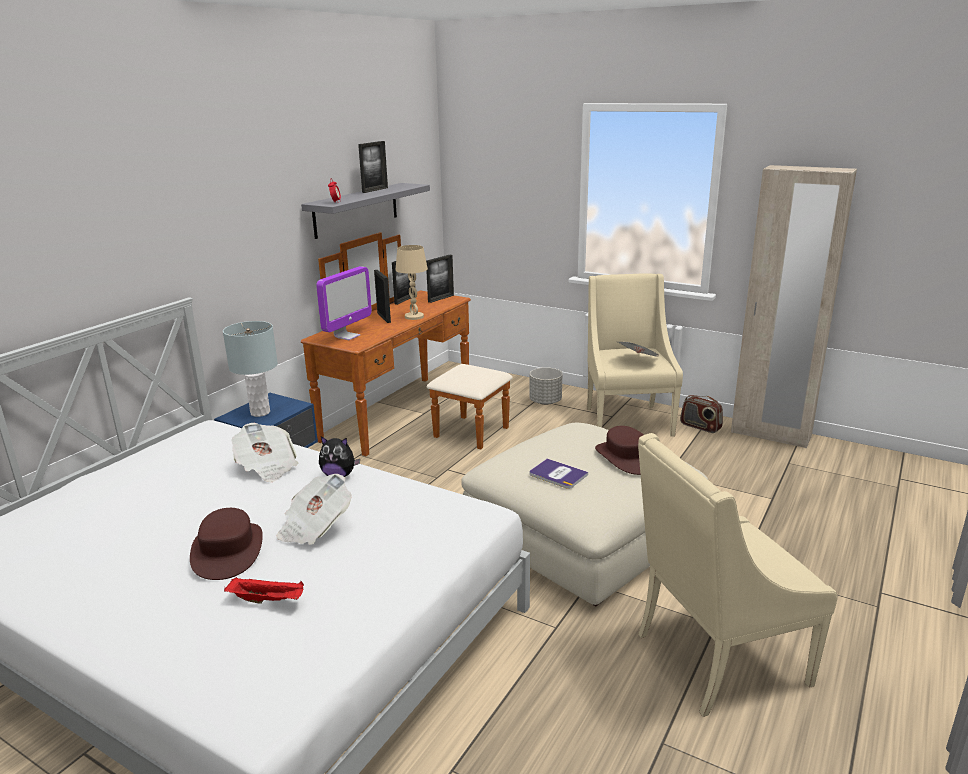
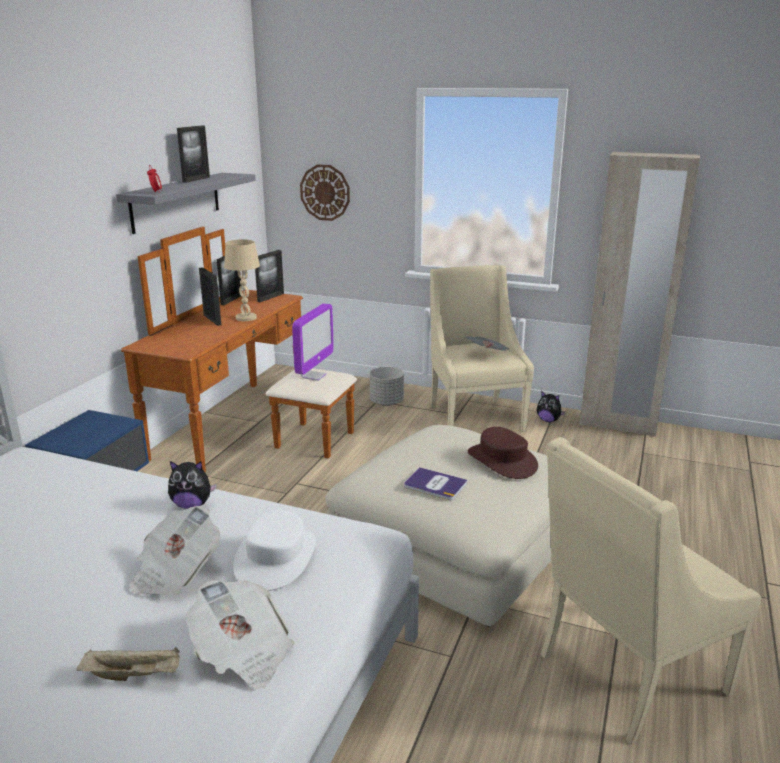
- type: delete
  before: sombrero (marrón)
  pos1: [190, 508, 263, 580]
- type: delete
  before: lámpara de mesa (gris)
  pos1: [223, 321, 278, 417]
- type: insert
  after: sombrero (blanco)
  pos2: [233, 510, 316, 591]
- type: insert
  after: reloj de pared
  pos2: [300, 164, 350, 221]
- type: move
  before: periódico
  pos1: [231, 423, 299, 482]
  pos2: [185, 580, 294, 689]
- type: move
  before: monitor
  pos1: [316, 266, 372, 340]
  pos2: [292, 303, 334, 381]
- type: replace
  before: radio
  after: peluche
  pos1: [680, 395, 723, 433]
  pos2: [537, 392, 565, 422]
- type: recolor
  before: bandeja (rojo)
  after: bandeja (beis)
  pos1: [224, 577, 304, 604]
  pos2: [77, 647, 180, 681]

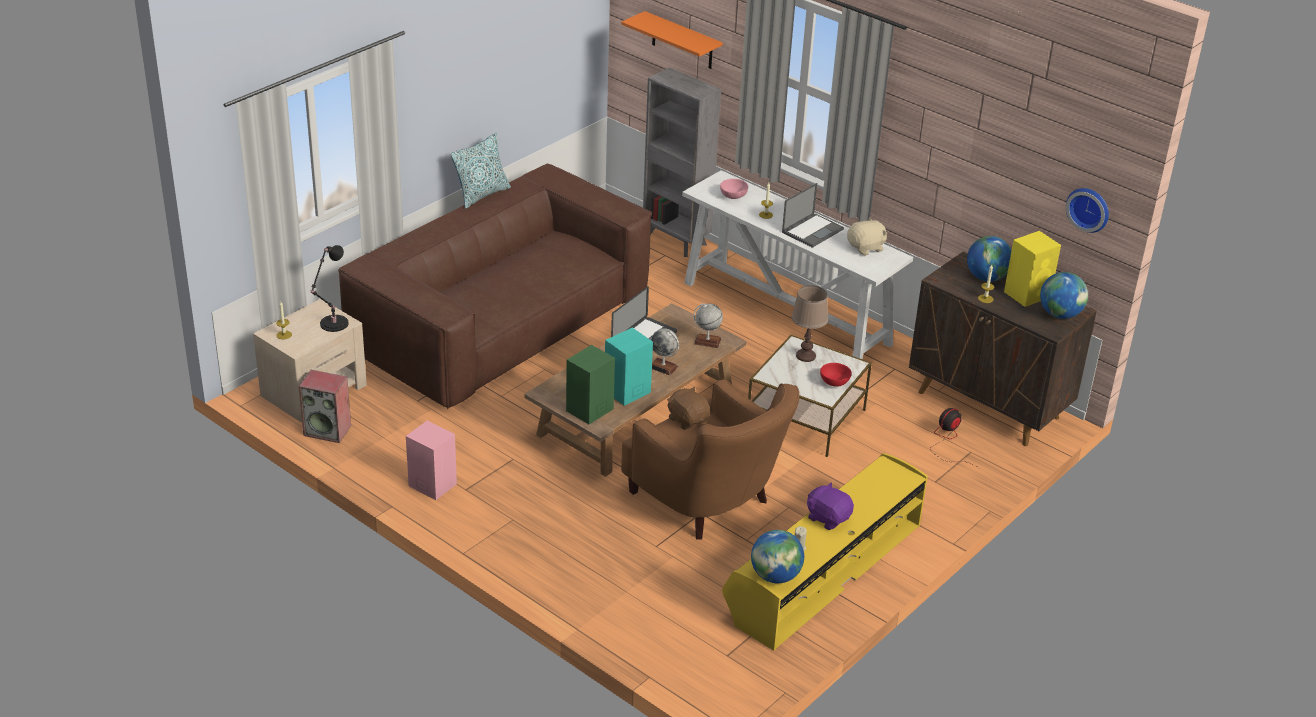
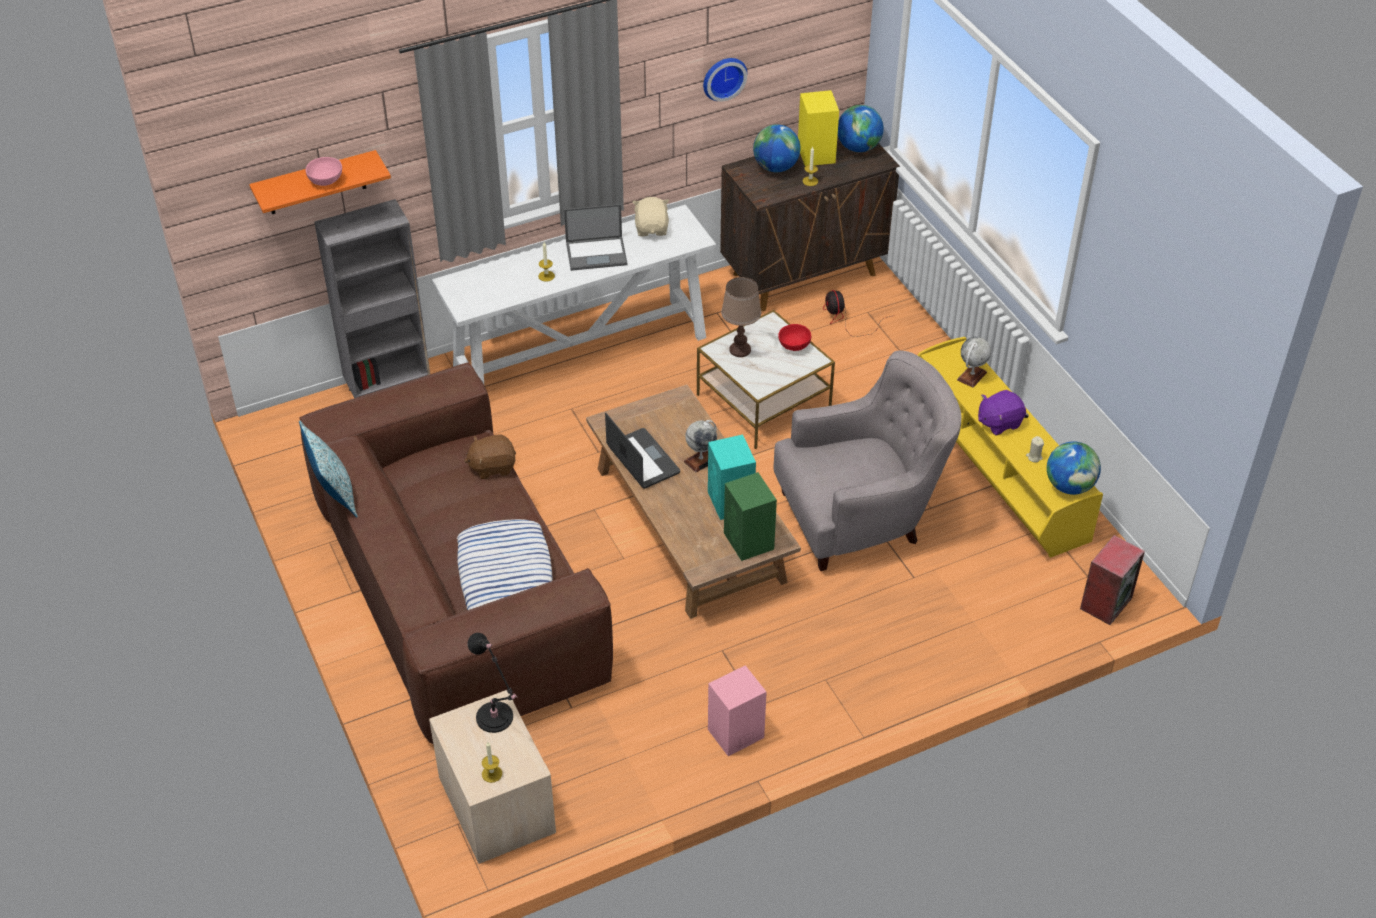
- type: insert
  after: cojín
  pos2: [457, 519, 553, 610]
- type: move
  before: altavoz
  pos1: [298, 370, 351, 443]
  pos2: [1080, 535, 1145, 625]
- type: move
  before: peluche (marrón)
  pos1: [667, 387, 710, 430]
  pos2: [464, 434, 516, 479]
- type: move
  before: globo terráqueo
  pos1: [694, 303, 723, 348]
  pos2: [957, 337, 991, 388]
- type: move
  before: cuenco (rosa)
  pos1: [720, 179, 748, 199]
  pos2: [306, 157, 342, 186]
- type: move
  before: reloj de pared
  pos1: [1066, 188, 1109, 233]
  pos2: [703, 58, 747, 102]
- type: recolor
  before: sillón (marrón)
  after: sillón (gris)
  pos1: [621, 379, 799, 540]
  pos2: [773, 351, 961, 571]
- type: rotate
  before: portátil
  pos1: [782, 183, 844, 248]
  pos2: [564, 204, 628, 271]
  turn: 105

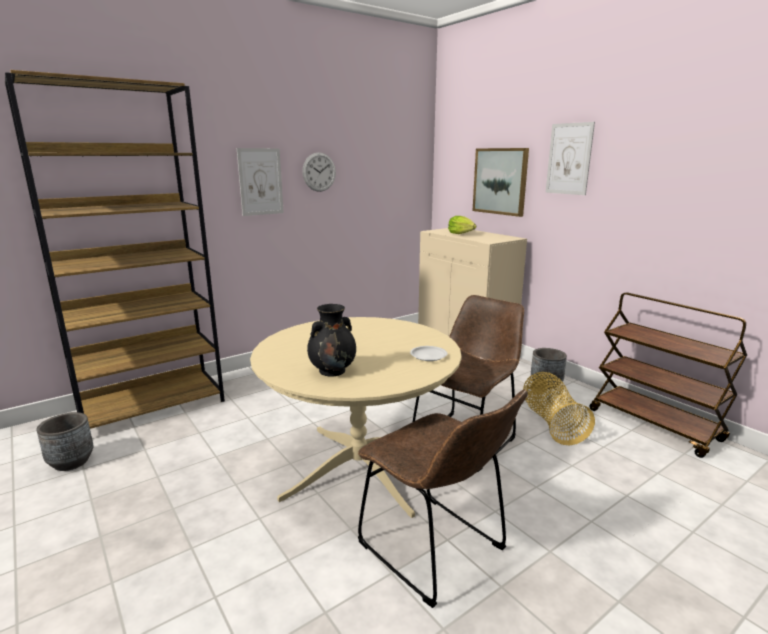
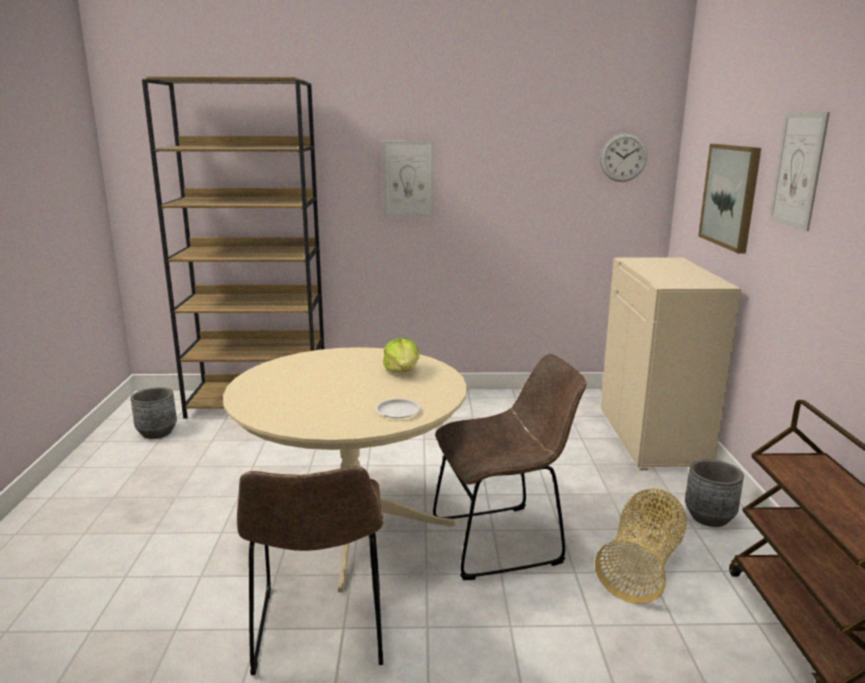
- type: delete
  before: florero (negro)
  pos1: [307, 304, 356, 376]
- type: move
  before: reloj de pared
  pos1: [302, 152, 336, 192]
  pos2: [600, 133, 647, 182]
- type: move
  before: lechuga
  pos1: [448, 216, 476, 234]
  pos2: [383, 338, 419, 373]

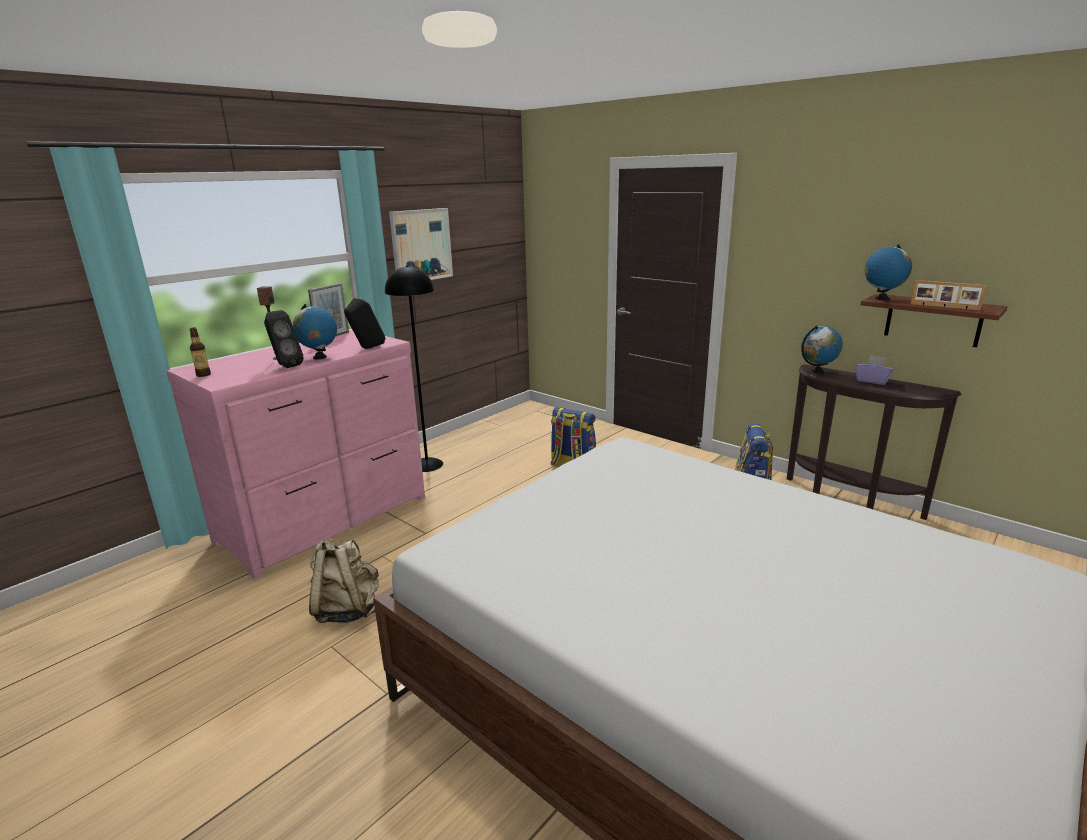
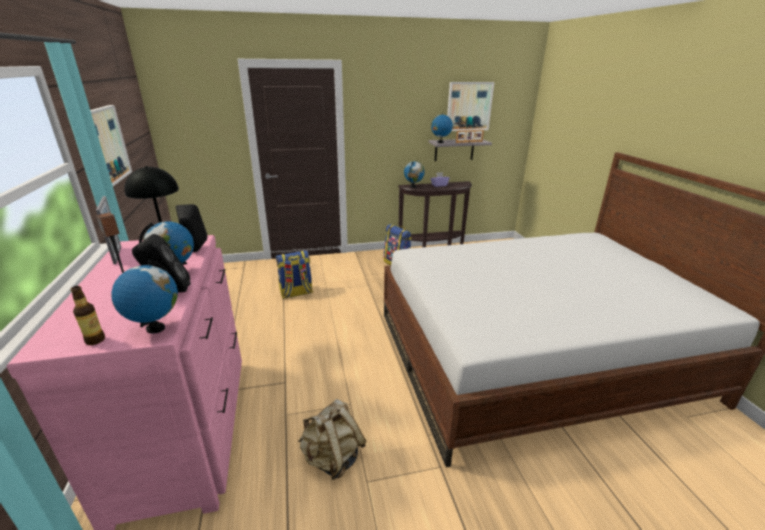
- type: insert
  after: globo terráqueo
  pos2: [112, 260, 178, 333]
- type: insert
  after: cuadro
  pos2: [447, 82, 494, 131]
- type: recolor
  before: estante (marrón)
  after: estante (gris)
  pos1: [861, 294, 1007, 347]
  pos2: [428, 139, 492, 161]

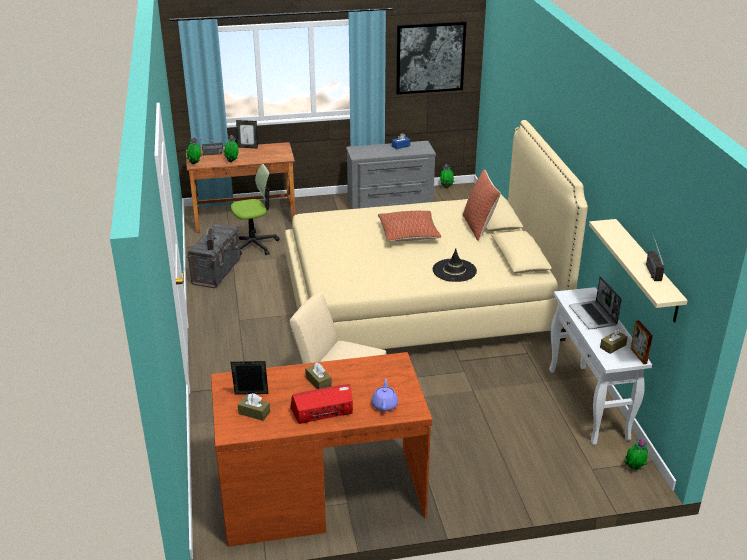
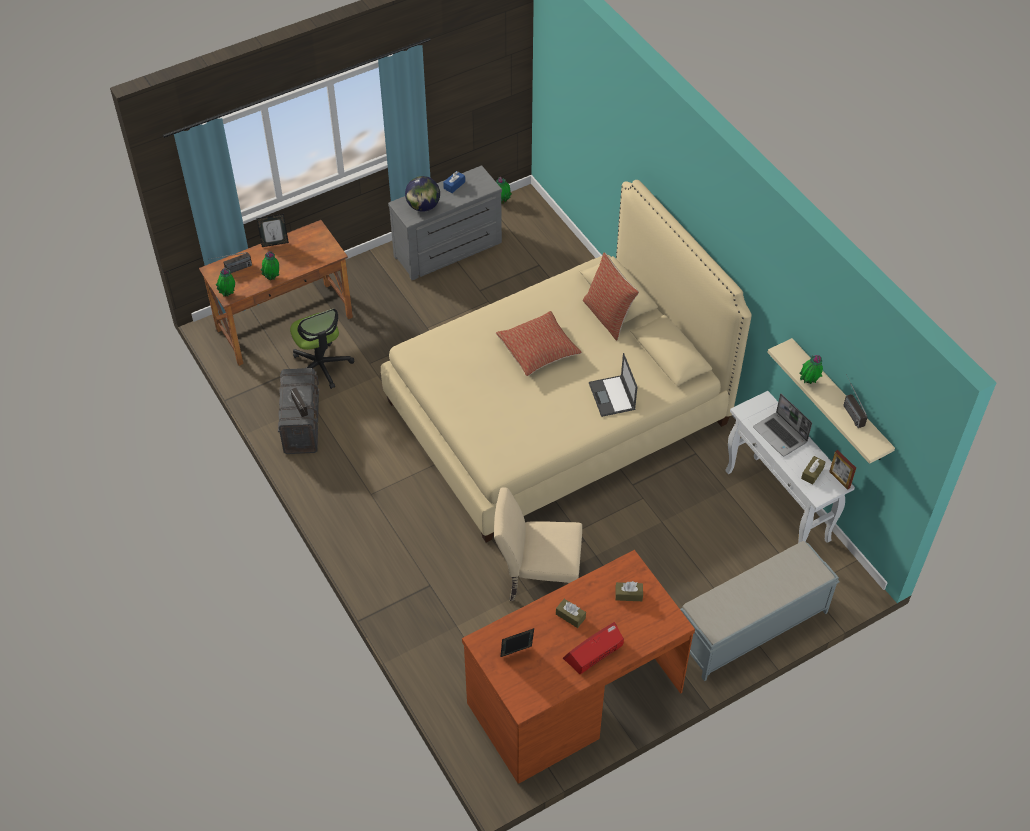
- type: delete
  before: tetera (morado)
  pos1: [372, 379, 398, 411]
- type: delete
  before: cuadro
  pos1: [396, 21, 466, 94]
- type: insert
  after: globo terráqueo
  pos2: [405, 176, 440, 212]
- type: insert
  after: banco (gris)
  pos2: [680, 541, 840, 681]
- type: move
  before: caja de pañuelos (marrón)
  pos1: [238, 393, 270, 421]
  pos2: [615, 581, 643, 601]
- type: move
  before: planta en maceta
  pos1: [624, 439, 648, 470]
  pos2: [799, 355, 823, 384]
- type: replace
  before: sombrero (negro)
  after: portátil
  pos1: [433, 248, 477, 282]
  pos2: [589, 353, 637, 417]
- type: rotate
  before: silla de oficina
  pos1: [231, 164, 280, 255]
  pos2: [290, 309, 354, 389]
  turn: 105

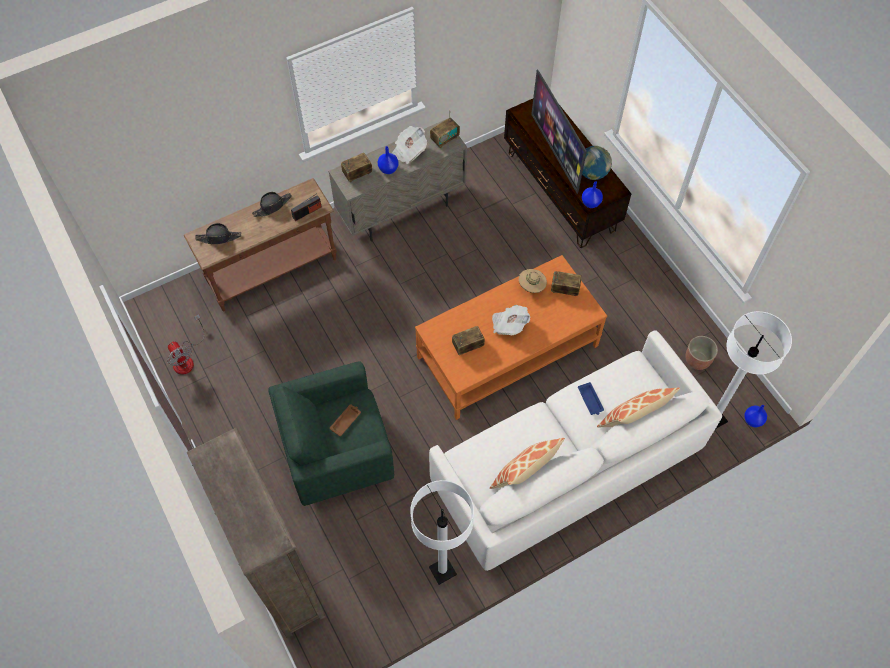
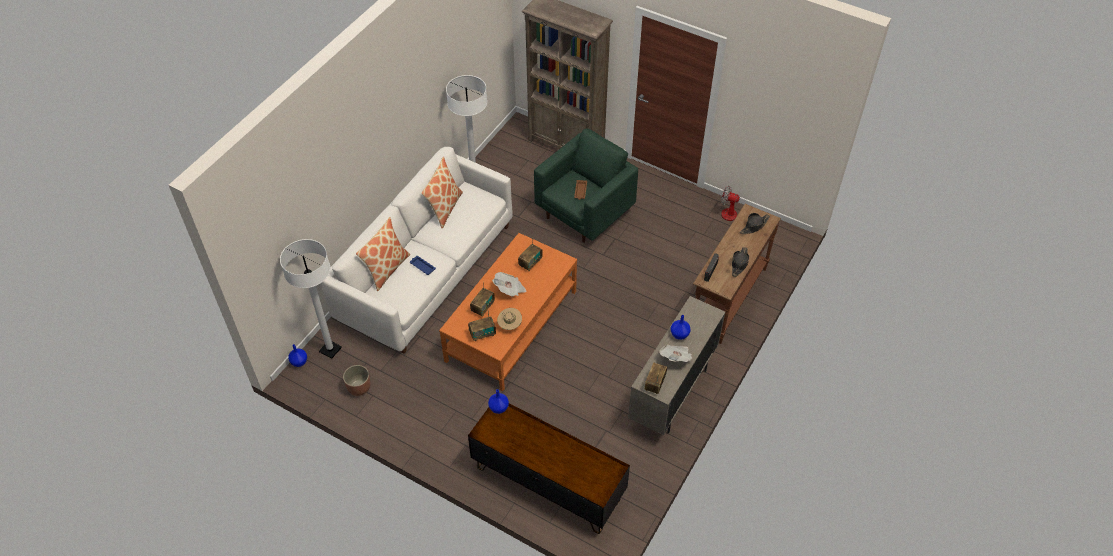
- type: delete
  before: televisor
  pos1: [531, 69, 587, 194]
- type: delete
  before: globo terráqueo
  pos1: [582, 146, 612, 180]
- type: move
  before: radio
  pos1: [341, 153, 372, 182]
  pos2: [470, 284, 495, 317]

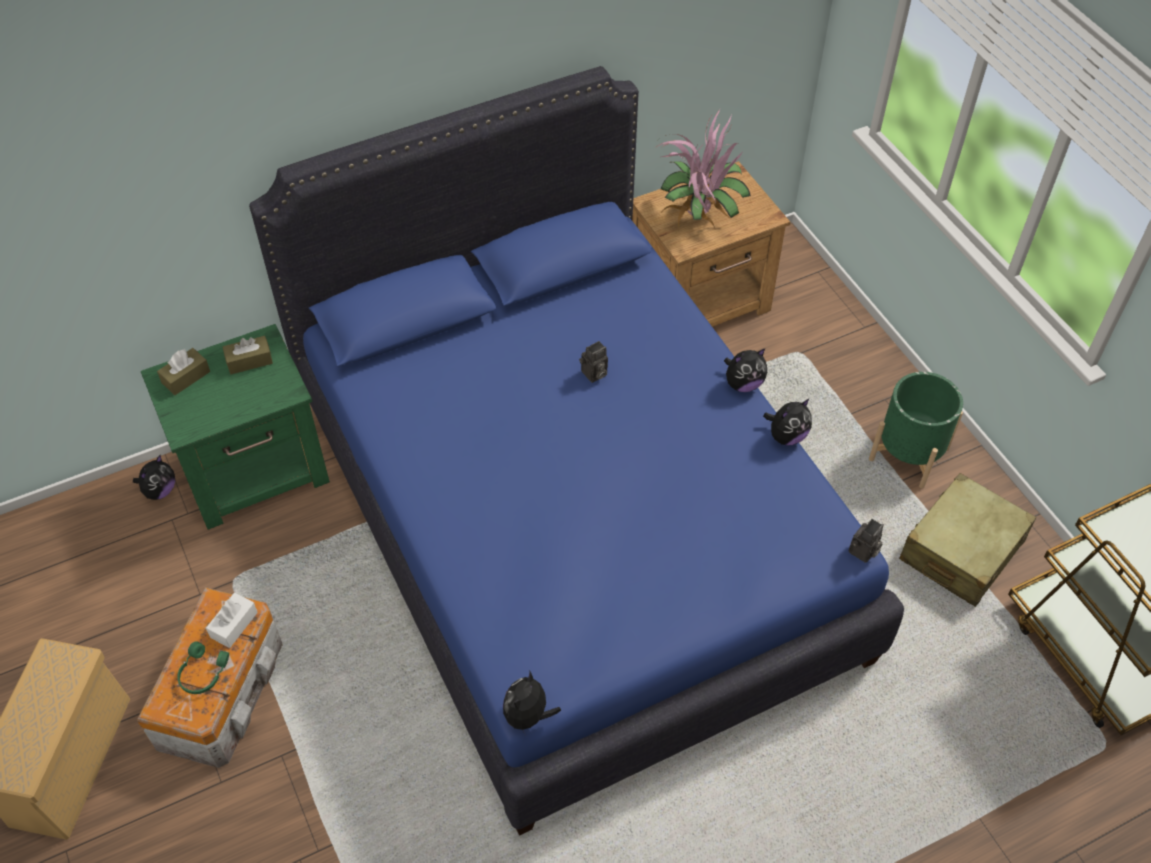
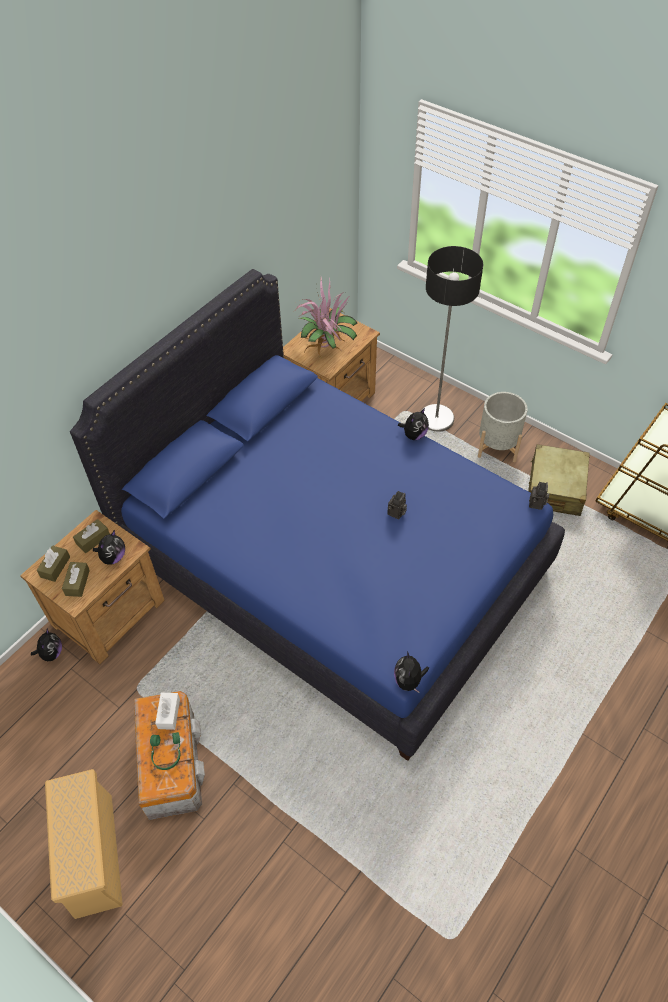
- type: insert
  after: caja de pañuelos (marrón)
  pos2: [62, 562, 90, 597]
- type: insert
  after: lámpara de pie
  pos2: [421, 246, 483, 432]
- type: move
  before: cámara
  pos1: [579, 341, 608, 383]
  pos2: [387, 491, 407, 519]
- type: move
  before: peluche
  pos1: [763, 398, 812, 446]
  pos2: [93, 530, 125, 565]
- type: recolor
  before: mesita de noche (verde)
  after: mesita de noche (marrón)
  pos1: [141, 324, 330, 530]
  pos2: [20, 510, 165, 664]
- type: recolor
  before: maceta (verde)
  after: maceta (gris)
  pos1: [869, 372, 963, 488]
  pos2: [478, 392, 528, 462]

